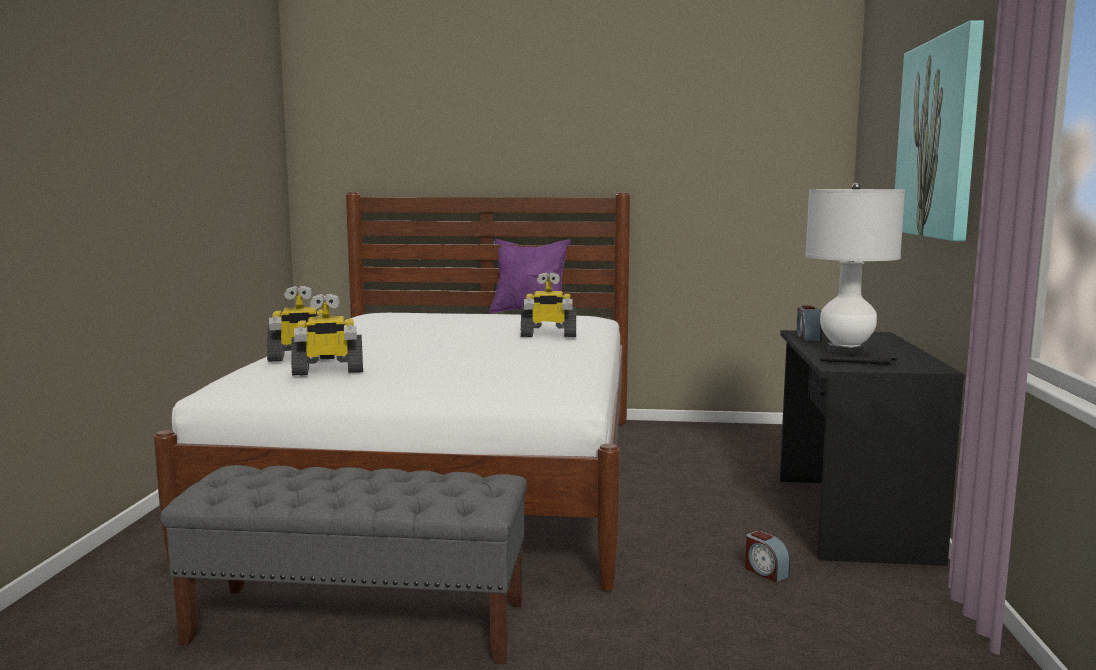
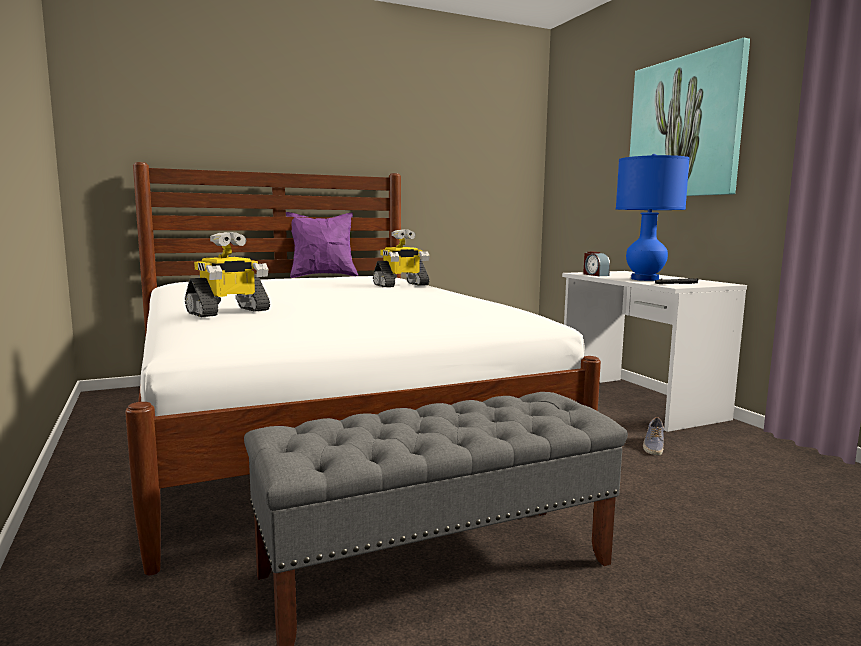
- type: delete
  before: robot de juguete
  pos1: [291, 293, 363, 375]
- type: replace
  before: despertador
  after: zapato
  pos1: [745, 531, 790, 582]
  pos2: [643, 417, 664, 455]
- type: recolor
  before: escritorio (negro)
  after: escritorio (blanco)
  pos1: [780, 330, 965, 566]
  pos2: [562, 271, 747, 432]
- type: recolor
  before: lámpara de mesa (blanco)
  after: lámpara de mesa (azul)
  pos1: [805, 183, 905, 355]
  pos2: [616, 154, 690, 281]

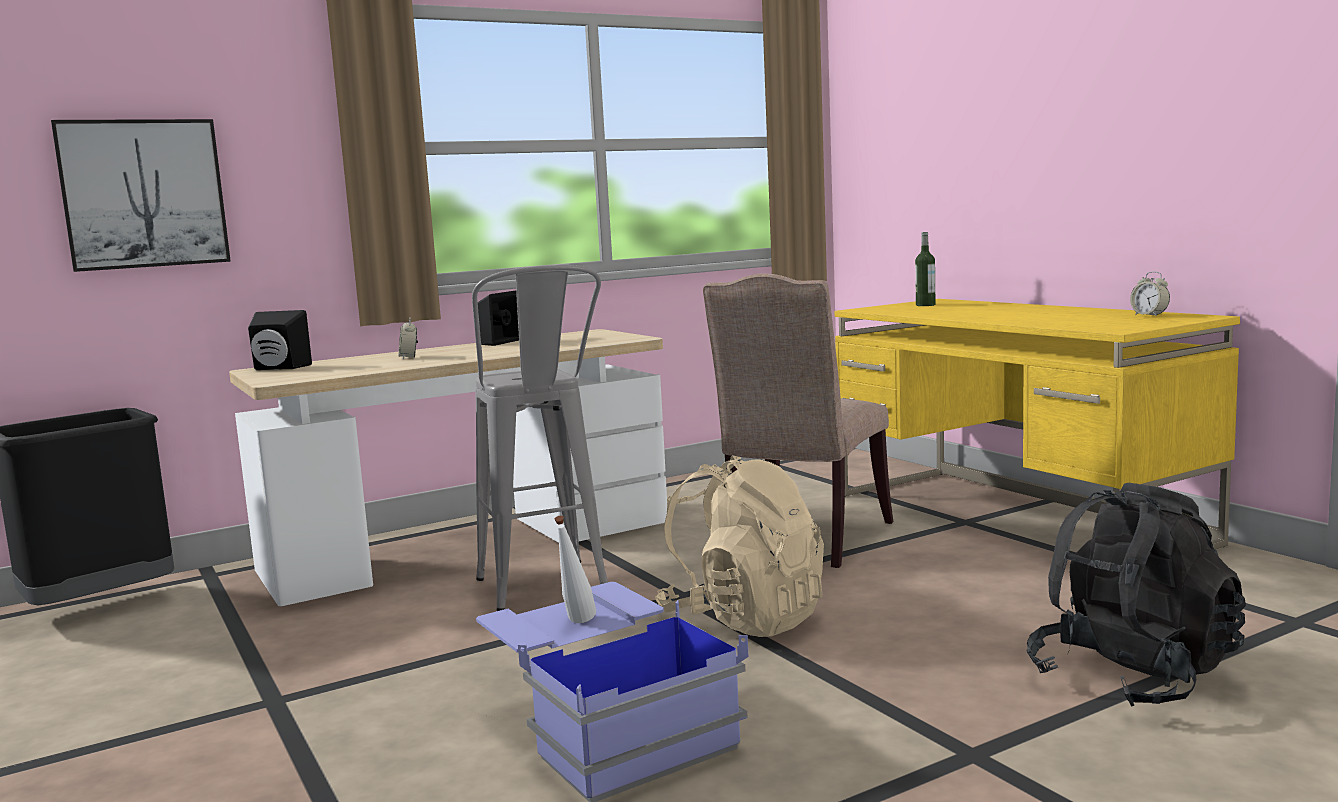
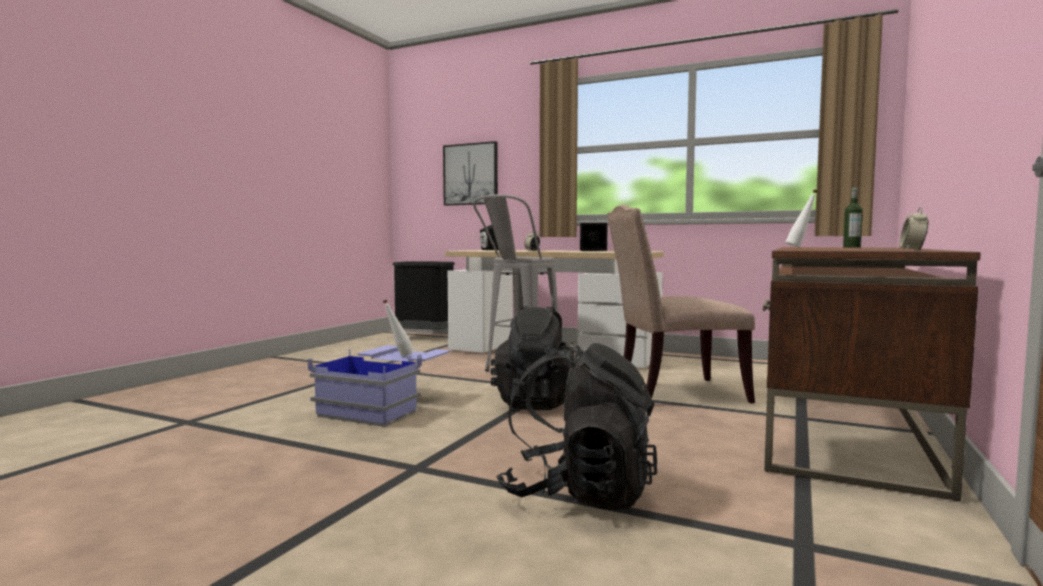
- type: insert
  after: botella (blanco)
  pos2: [785, 190, 817, 247]
- type: recolor
  before: mochila (beis)
  after: mochila (negro)
  pos1: [655, 455, 824, 637]
  pos2: [491, 306, 574, 410]
- type: recolor
  before: escritorio (amarillo)
  after: escritorio (marrón)
  pos1: [835, 299, 1240, 550]
  pos2: [763, 247, 981, 501]

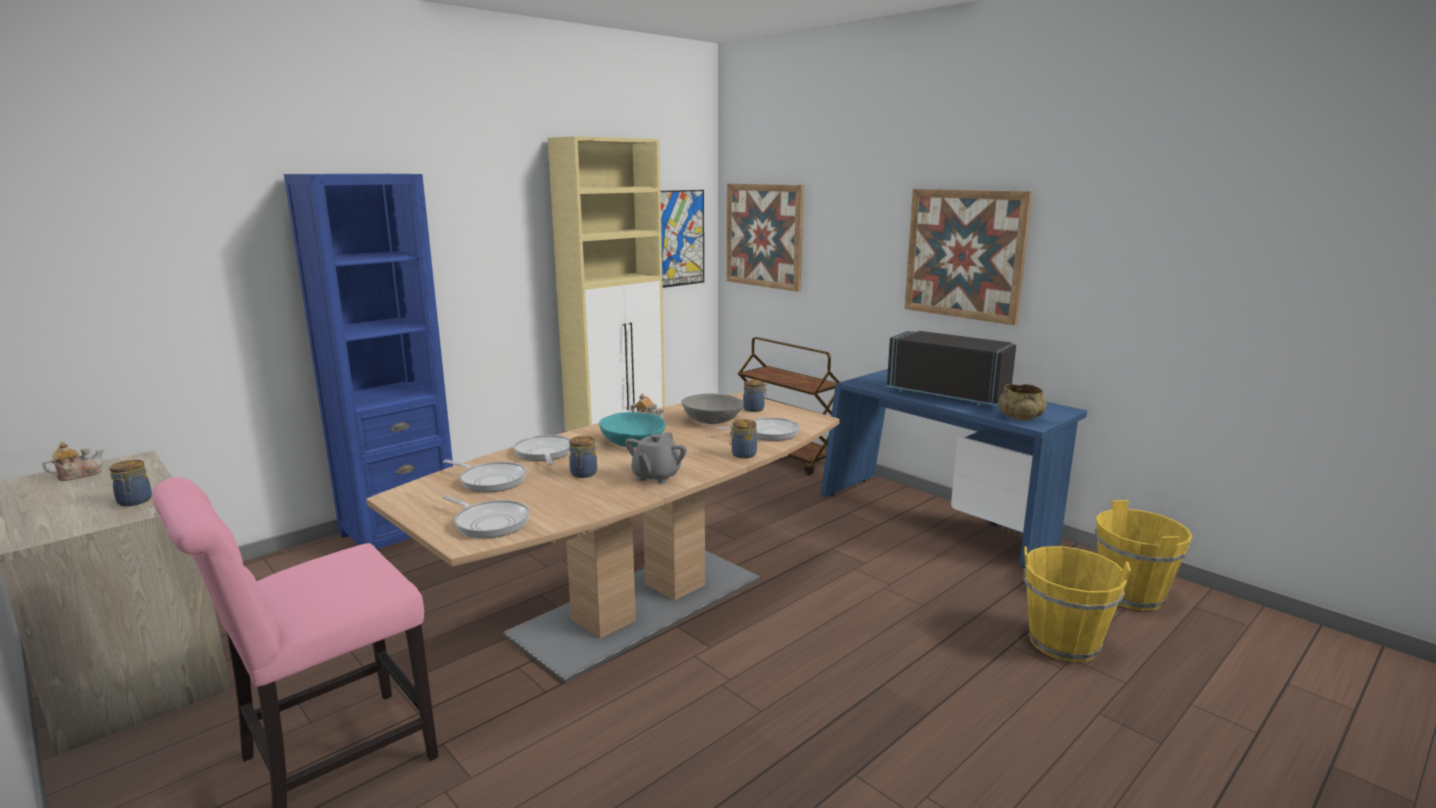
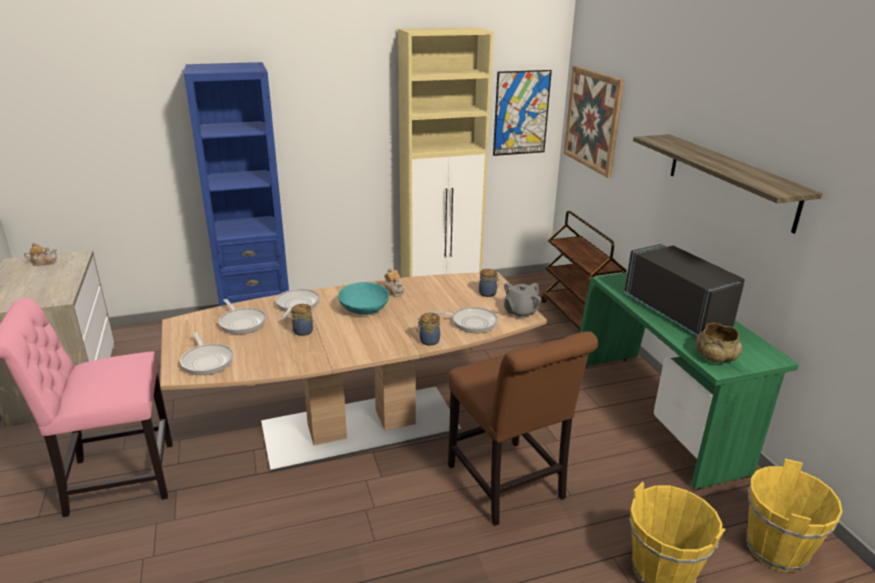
- type: delete
  before: tarro
  pos1: [110, 460, 152, 506]
- type: delete
  before: cuenco (gris)
  pos1: [681, 393, 744, 424]
- type: insert
  after: silla (marrón)
  pos2: [448, 331, 598, 526]
- type: move
  before: tetera (gris)
  pos1: [625, 432, 687, 484]
  pos2: [504, 283, 541, 319]
- type: replace
  before: cuadro
  after: estante
  pos1: [904, 189, 1032, 325]
  pos2: [633, 134, 822, 234]
- type: recolor
  before: escritorio (azul)
  after: escritorio (verde)
  pos1: [821, 369, 1087, 568]
  pos2: [579, 272, 799, 490]

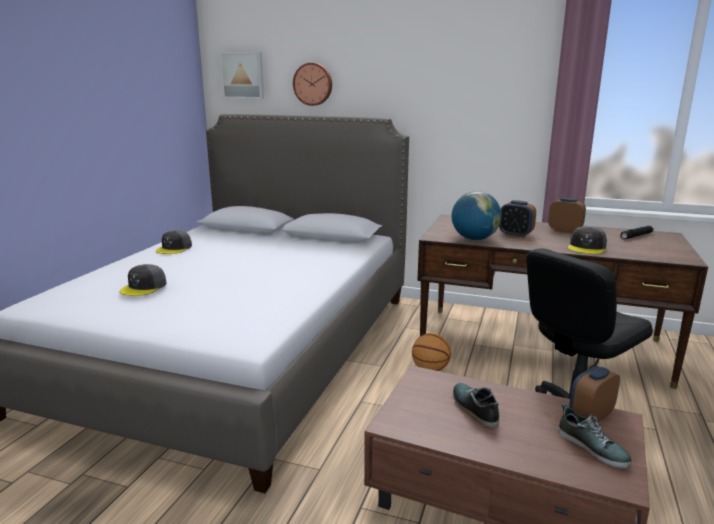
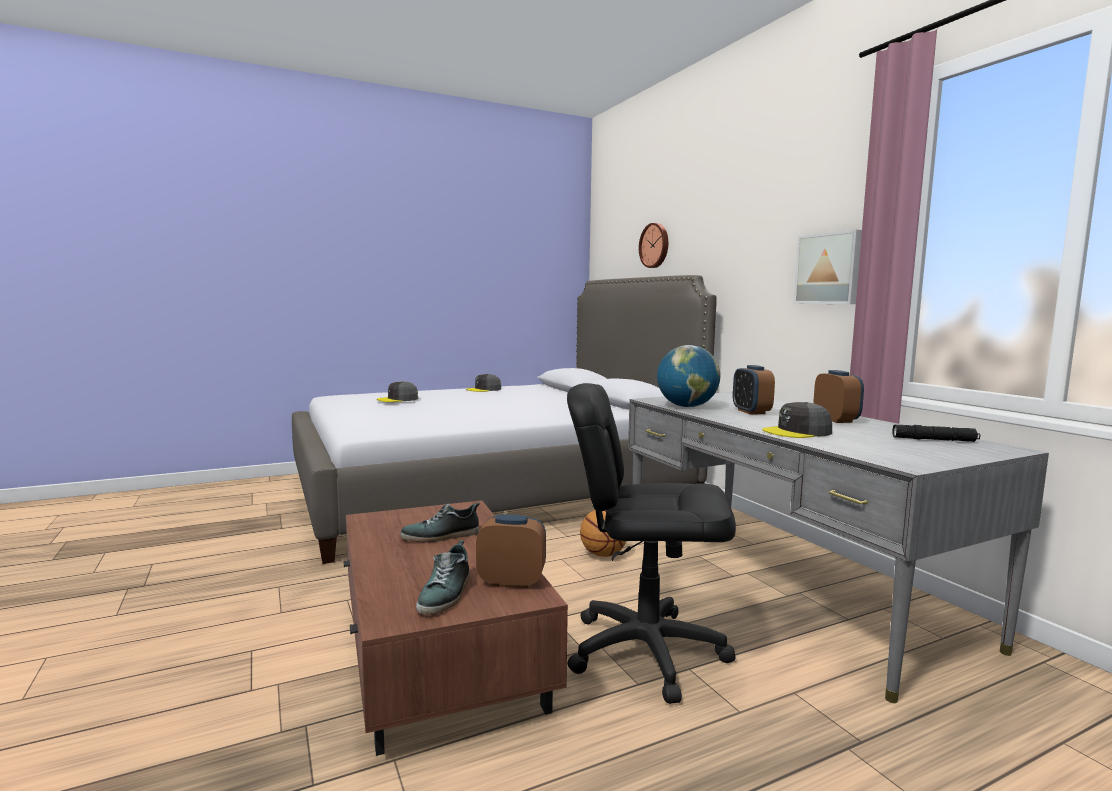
- type: move
  before: cuadro
  pos1: [220, 52, 264, 99]
  pos2: [793, 230, 862, 304]
- type: recolor
  before: escritorio (marrón)
  after: escritorio (gris)
  pos1: [417, 215, 708, 389]
  pos2: [628, 392, 1049, 703]
- type: rotate
  before: zapato
  pos1: [453, 383, 499, 428]
  pos2: [400, 502, 480, 542]
  turn: -135

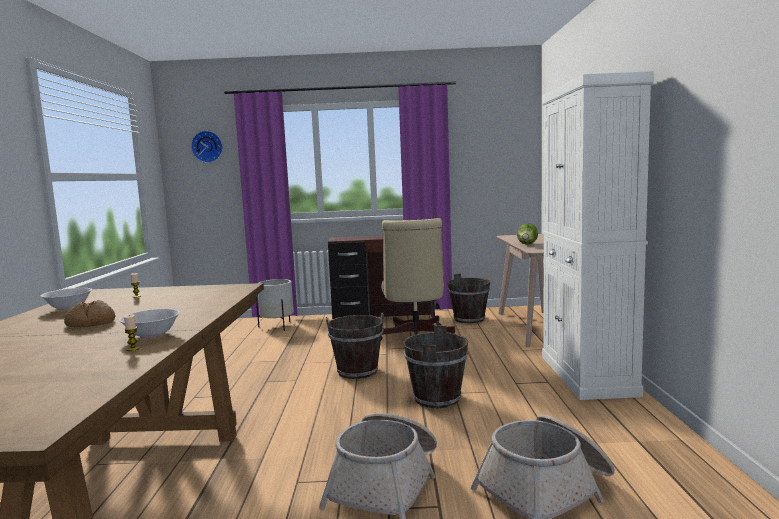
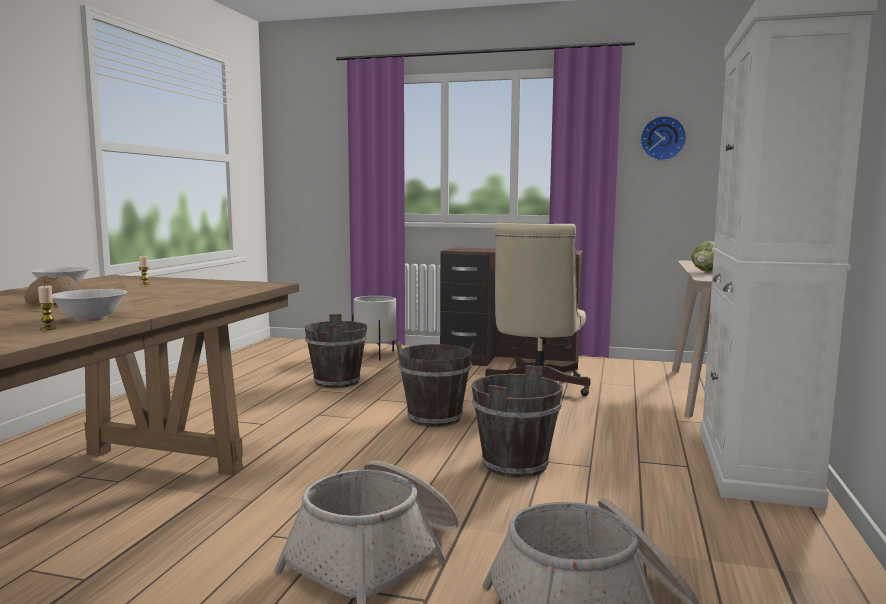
- type: move
  before: reloj de pared
  pos1: [191, 131, 223, 163]
  pos2: [640, 116, 687, 161]
- type: move
  before: cubo (marrón)
  pos1: [447, 273, 490, 323]
  pos2: [305, 314, 367, 388]

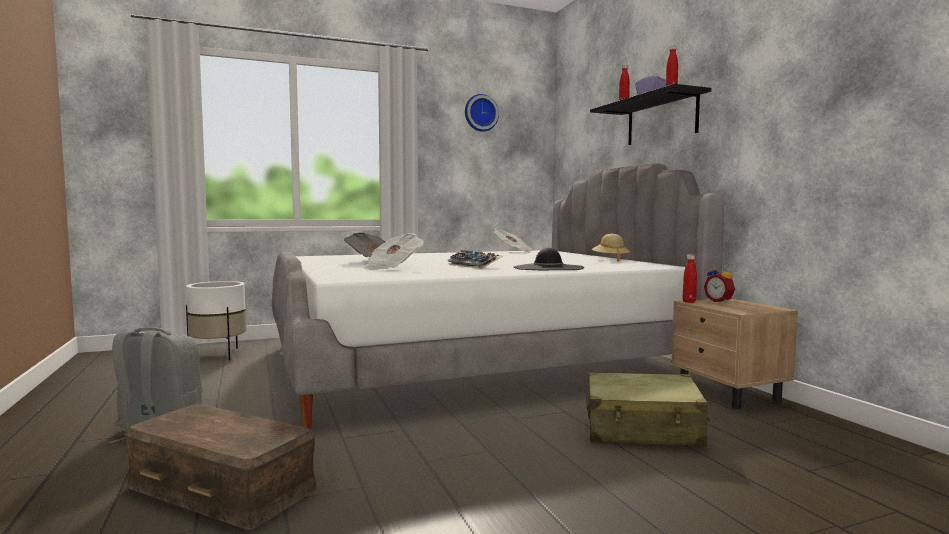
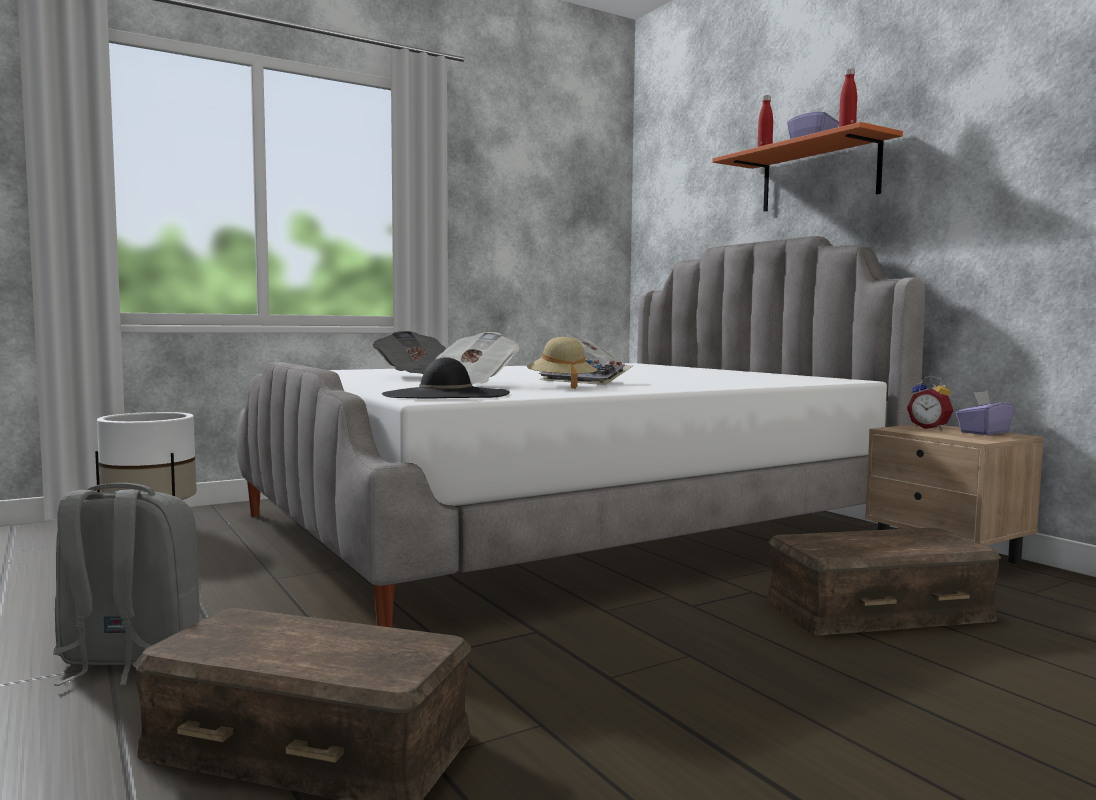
- type: delete
  before: reloj de pared
  pos1: [465, 94, 499, 132]
- type: delete
  before: botella (rojo)
  pos1: [683, 255, 697, 303]
- type: insert
  after: caja de pañuelos (morado)
  pos2: [956, 391, 1015, 435]
- type: move
  before: sombrero (negro)
  pos1: [514, 248, 584, 270]
  pos2: [382, 357, 510, 399]
- type: move
  before: sombrero (beis)
  pos1: [592, 234, 631, 262]
  pos2: [527, 337, 598, 389]
- type: replace
  before: maleta (beis)
  after: caja de almacenaje (marrón)
  pos1: [586, 372, 710, 447]
  pos2: [767, 528, 1001, 635]
- type: recolor
  before: estante (negro)
  after: estante (naranja)
  pos1: [590, 84, 712, 145]
  pos2: [712, 122, 903, 212]

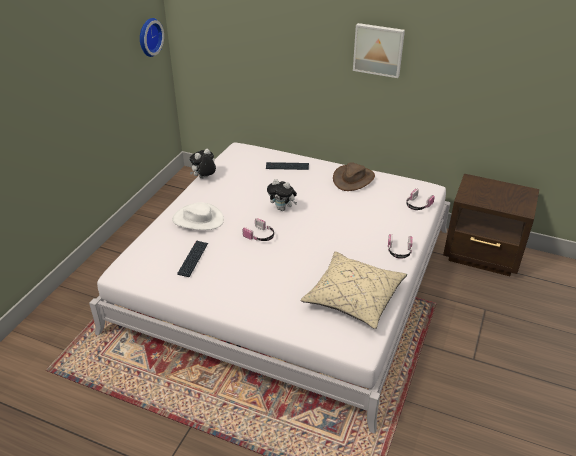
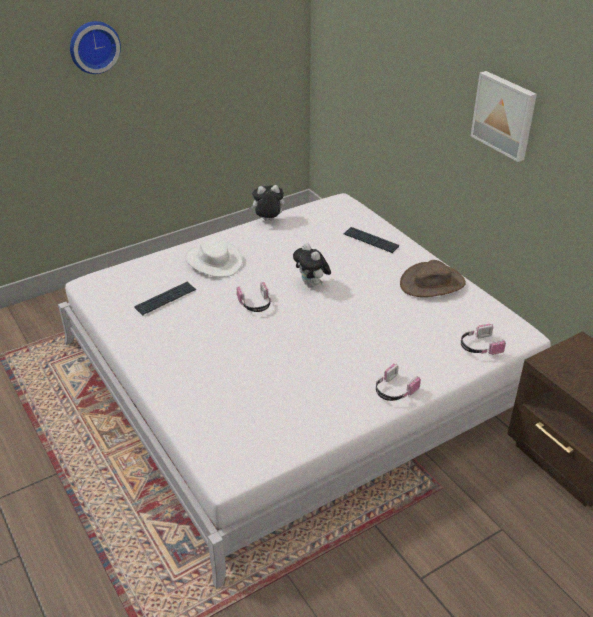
- type: delete
  before: cojín (beis)
  pos1: [301, 252, 407, 329]
- type: move
  before: reloj de pared
  pos1: [140, 18, 164, 57]
  pos2: [70, 21, 121, 74]

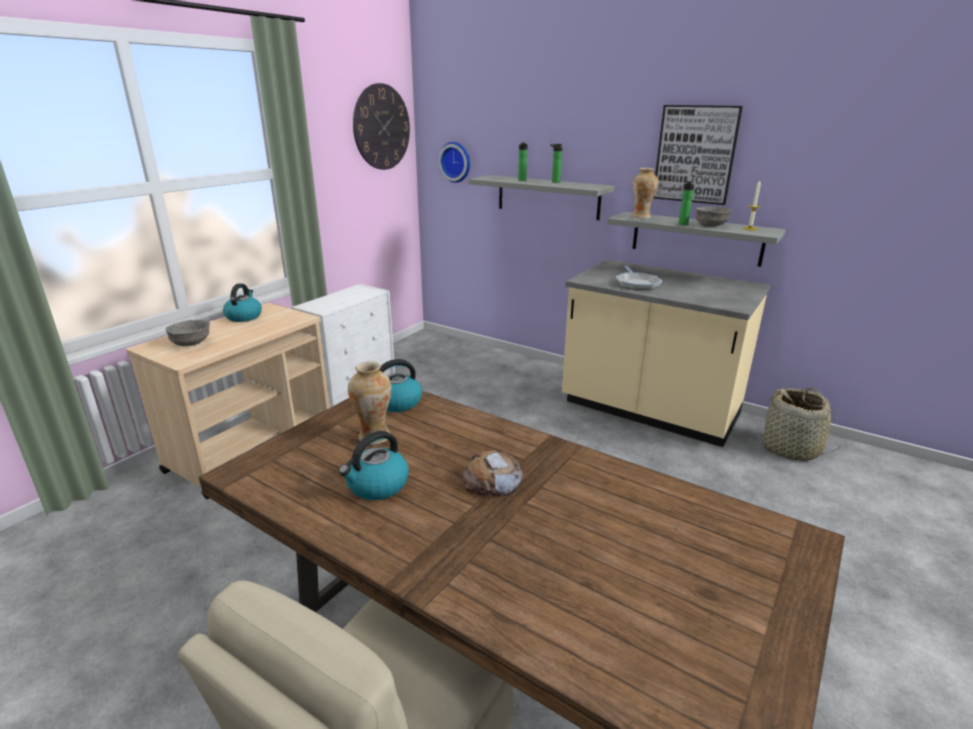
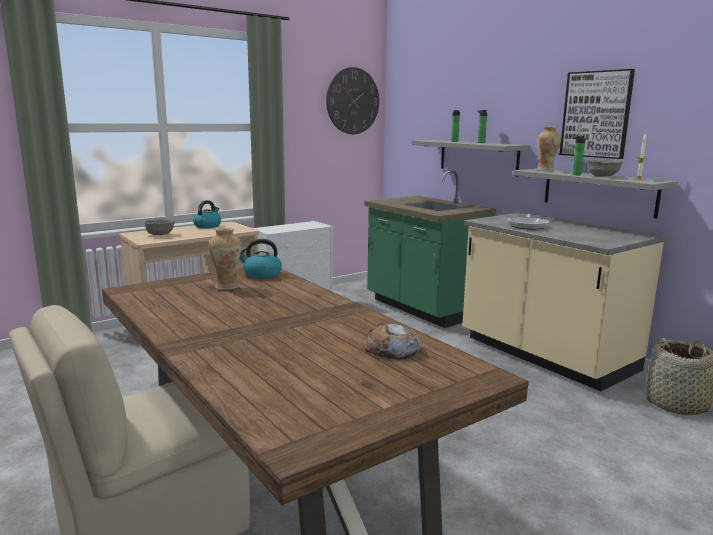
- type: delete
  before: hervidor
  pos1: [339, 431, 409, 500]
- type: delete
  before: reloj de pared
  pos1: [438, 142, 470, 183]
- type: insert
  after: mueble bajo de cocina (verde)
  pos2: [364, 170, 496, 328]
- type: move
  before: pan
  pos1: [462, 450, 523, 497]
  pos2: [365, 323, 422, 359]

